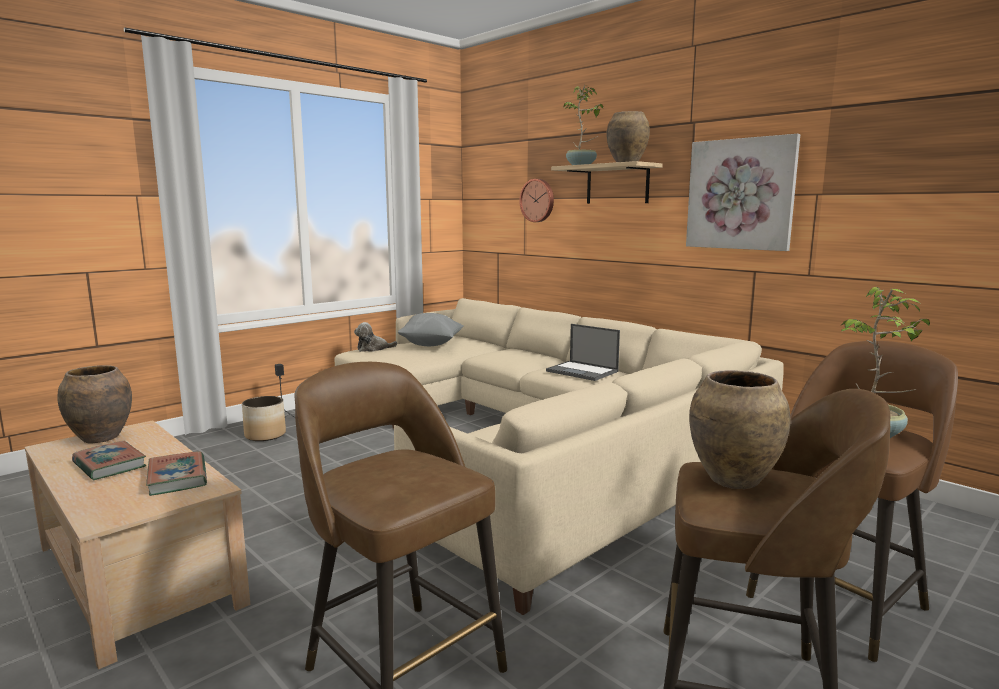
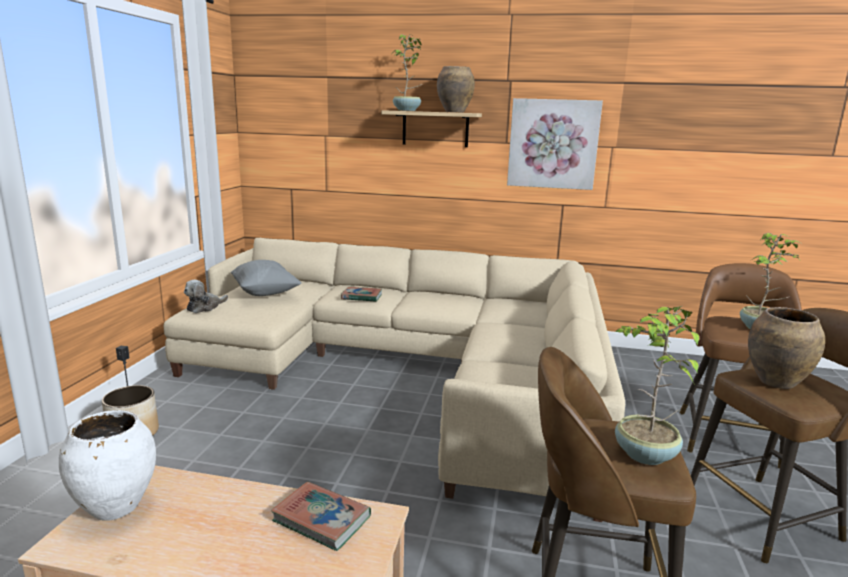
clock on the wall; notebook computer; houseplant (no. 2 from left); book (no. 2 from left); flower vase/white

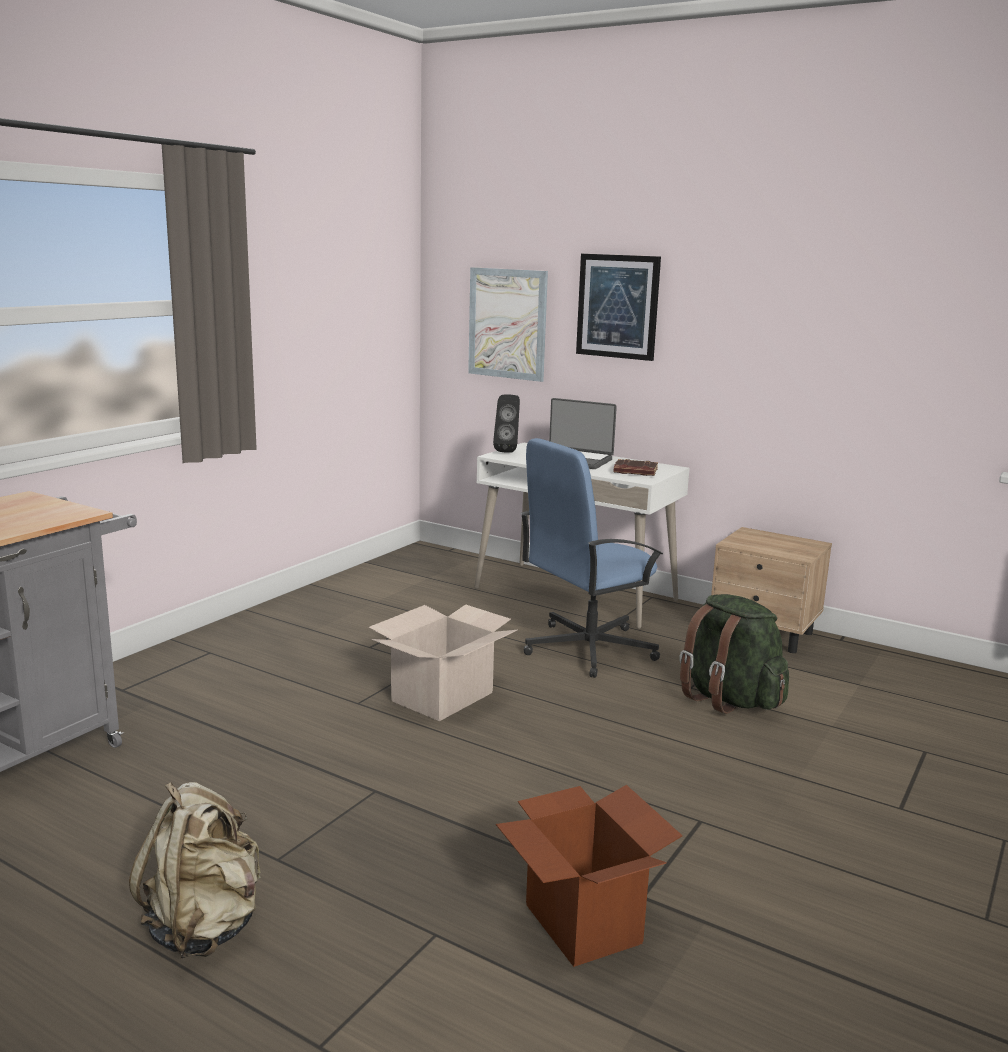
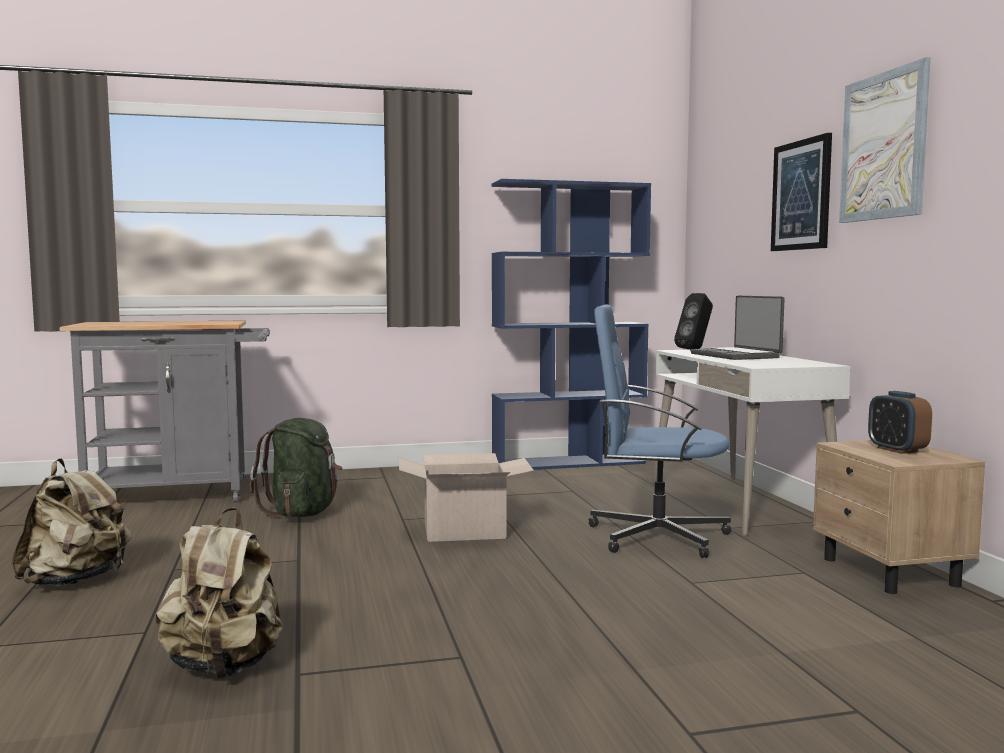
book/brownish; shelving unit/blue; table clock; picture (no. 2 from left); knapsack/green; knapsack/sand-coloured (no. 2 from left)

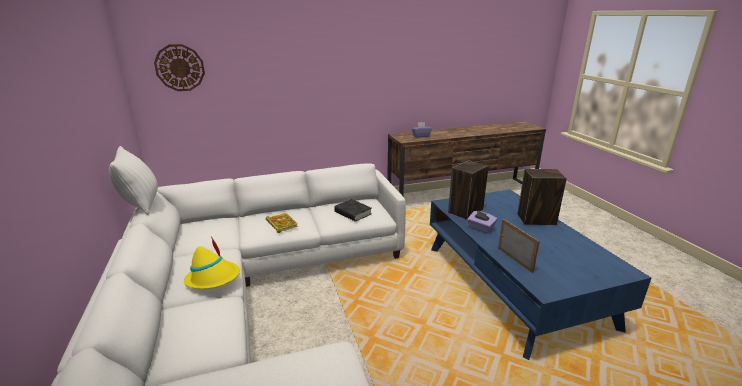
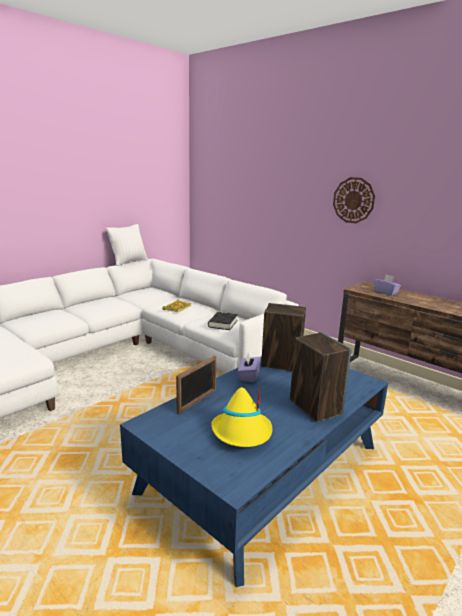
clock on the wall; clothing hat/yellowish

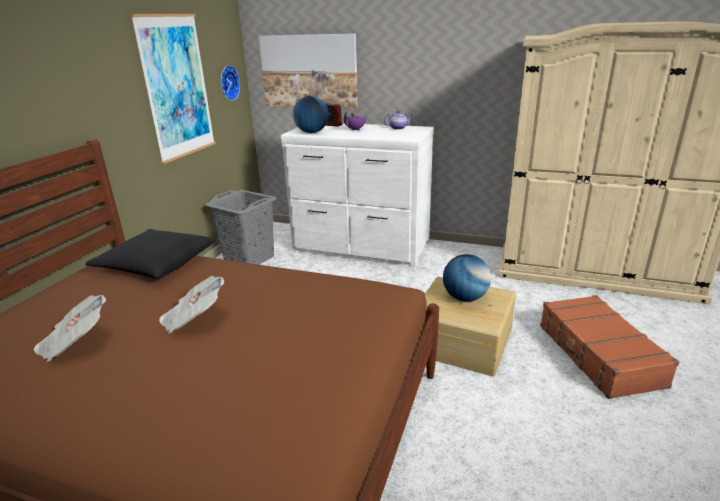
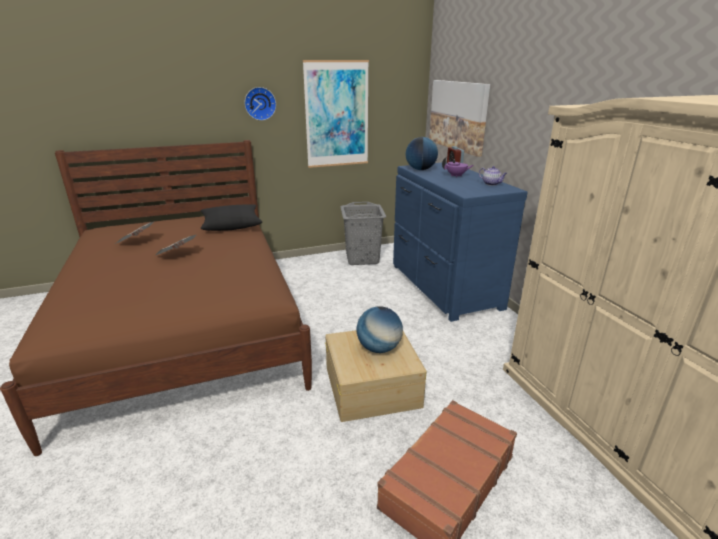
clock on the wall; dresser/blue

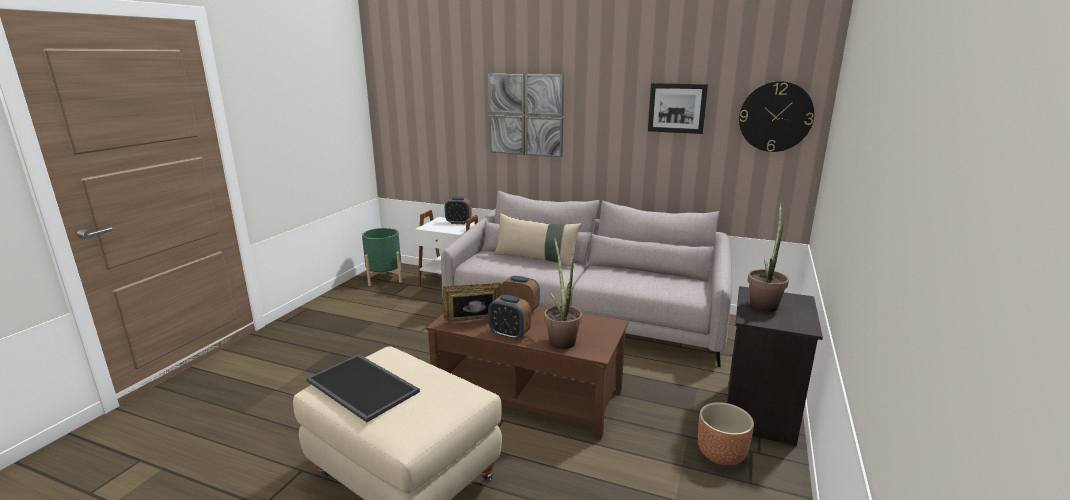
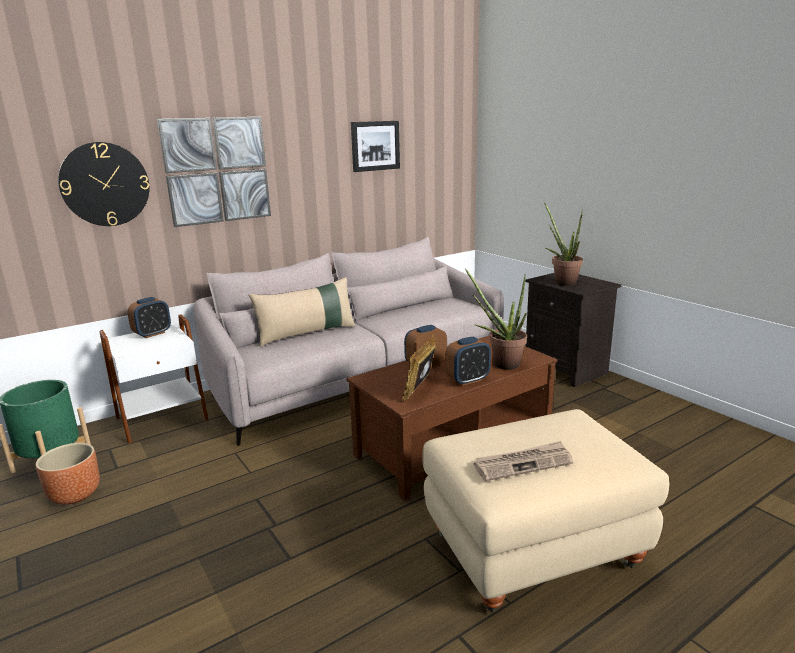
planter/brownish; clock on the wall; printed paper

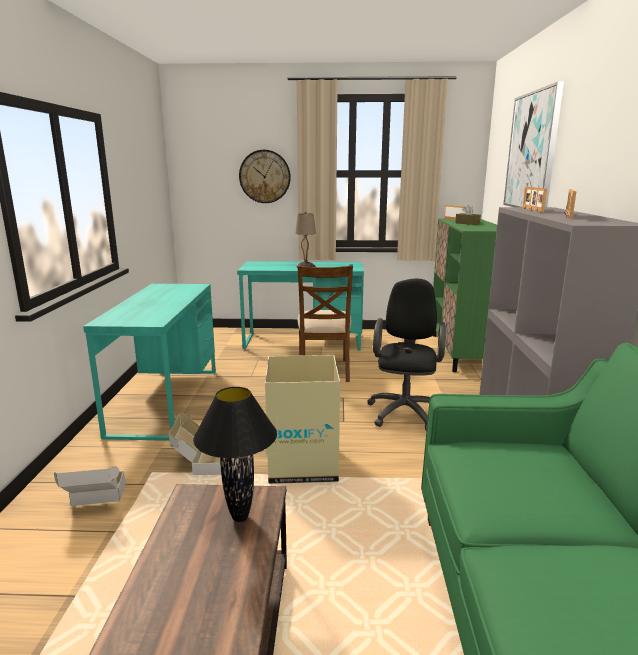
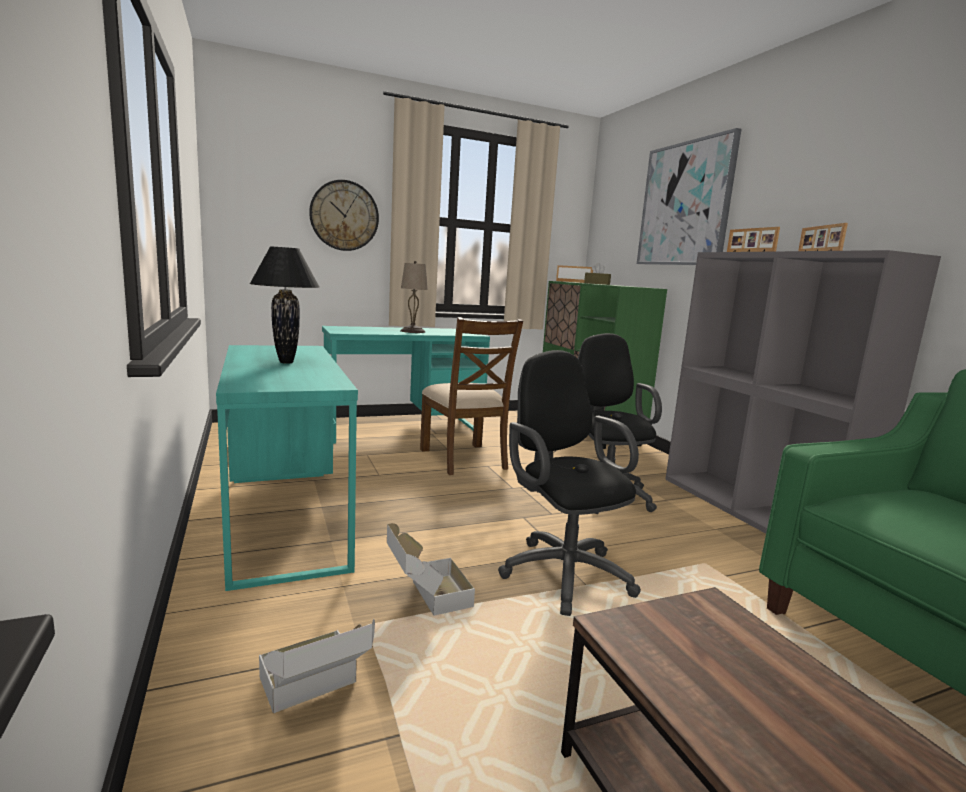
lamp for a table/black; computer chair/black (no. 1 from left)

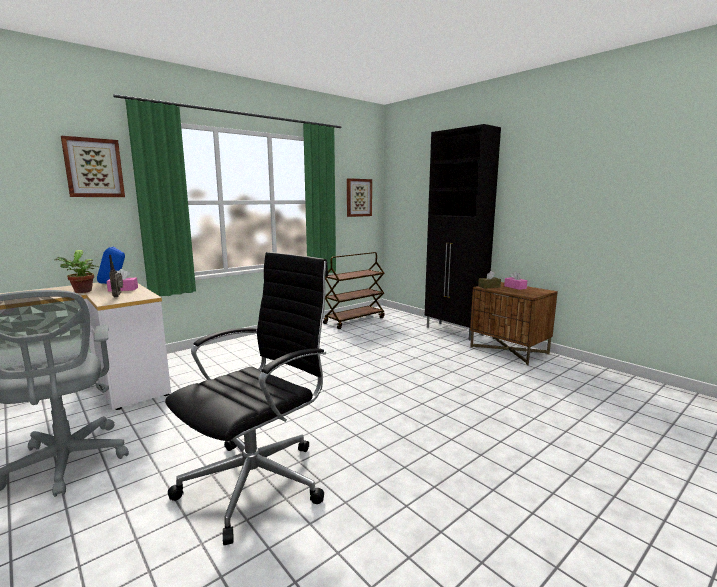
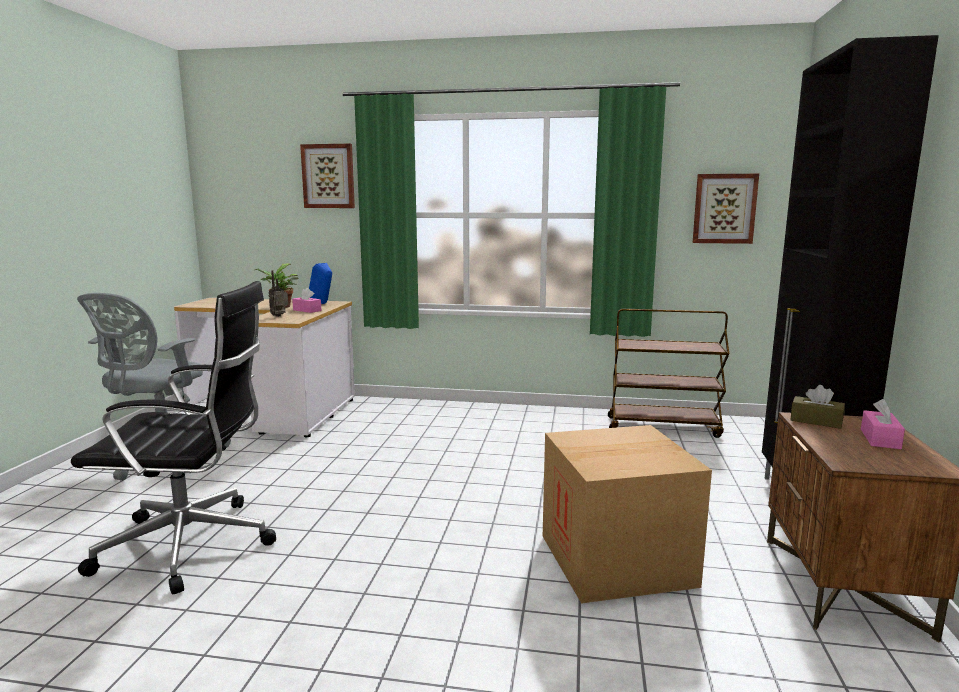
carton

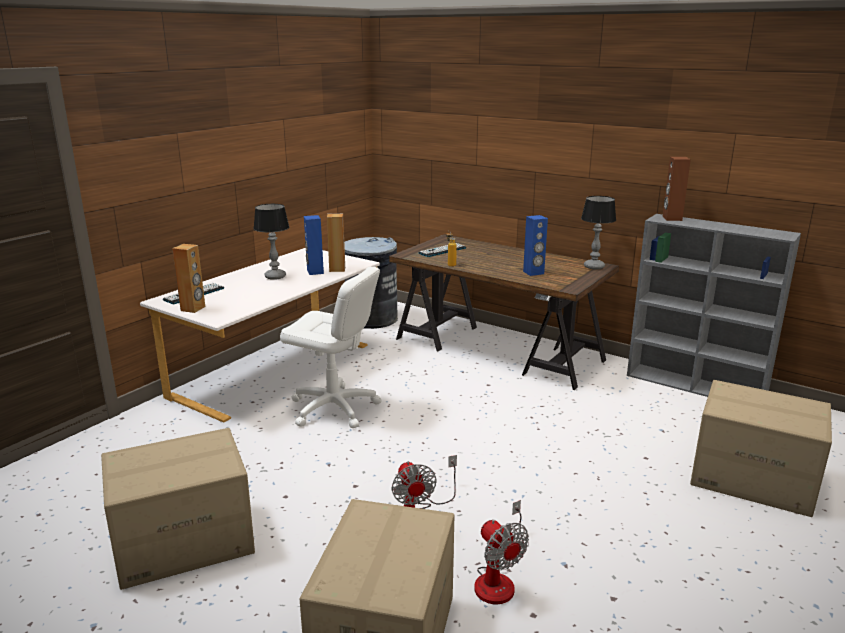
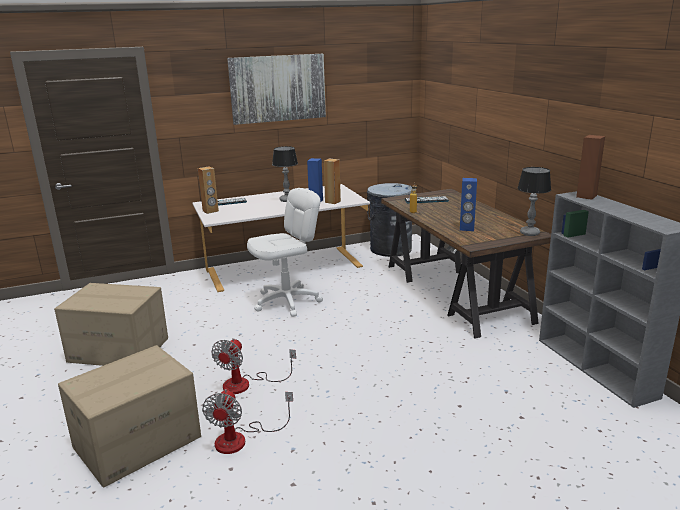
carton (no. 3 from left in the first image); picture; computer chair/white

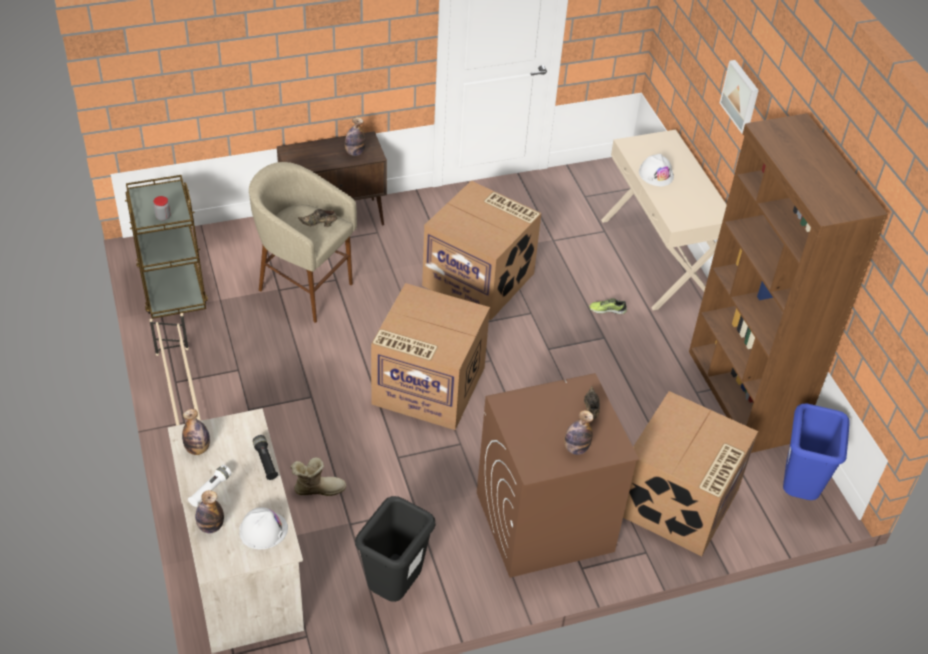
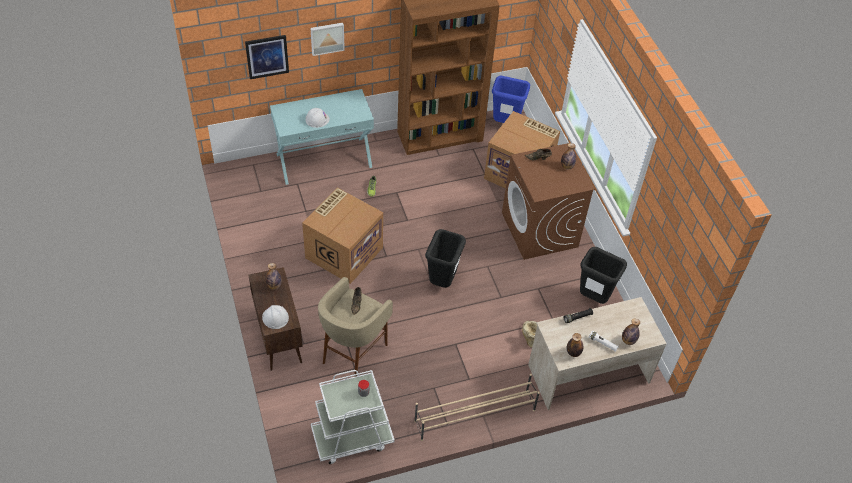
picture (no. 1 from left); hard hat/white (no. 1 from left); waste bin/black (no. 1 from left); trolley/white; narrow table/blue-green

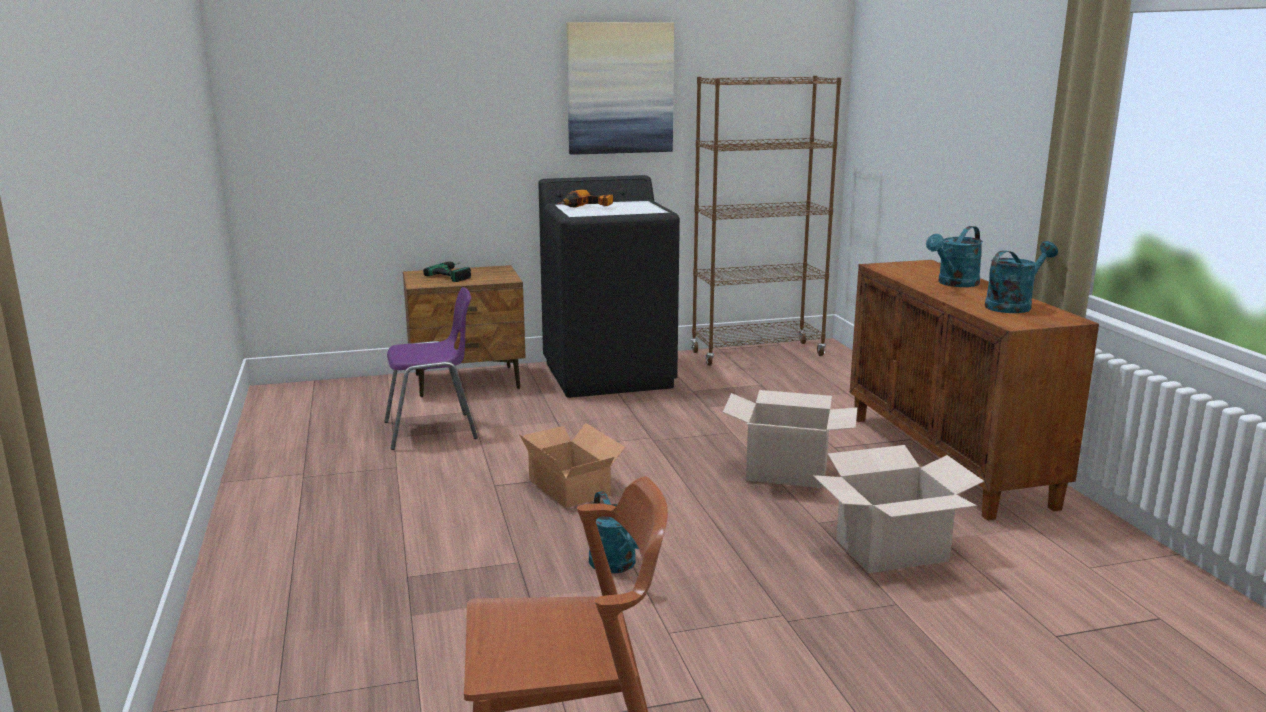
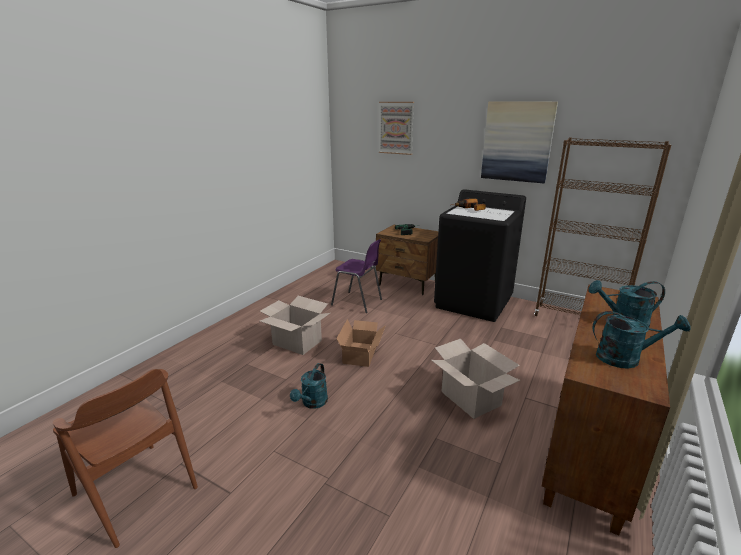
picture (no. 1 from left); carton (no. 1 from left)

